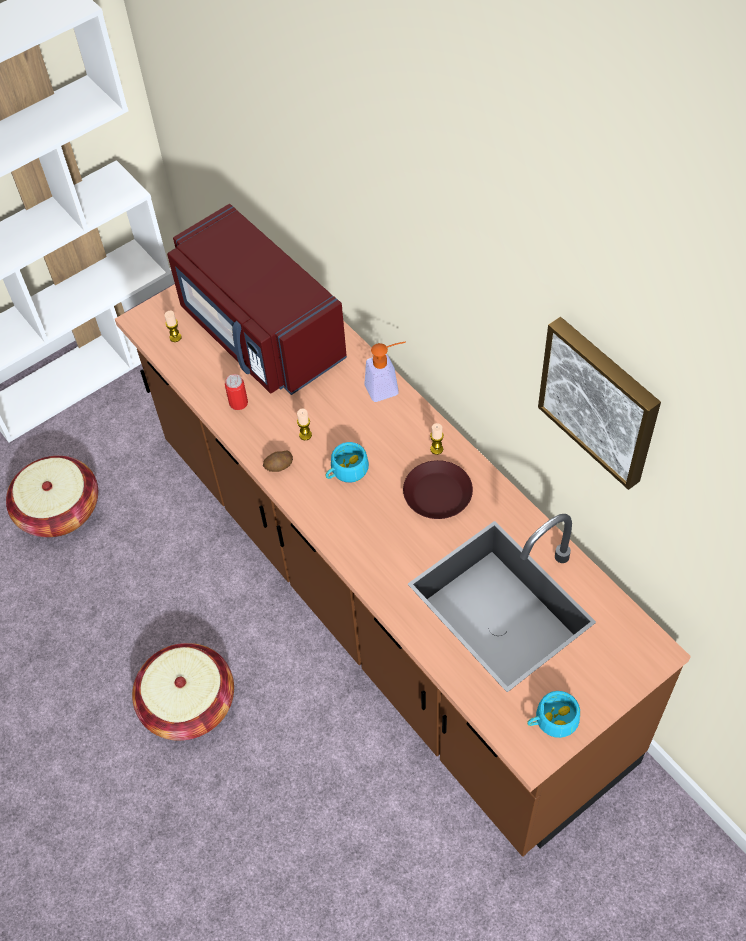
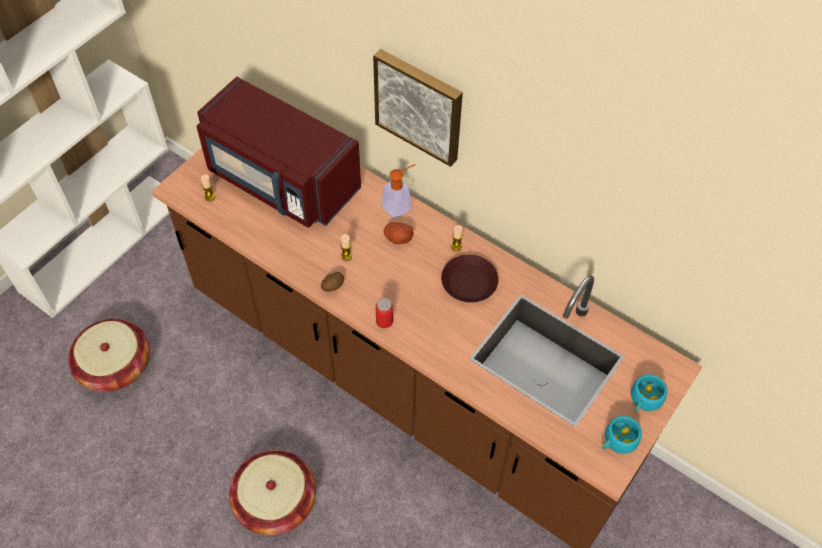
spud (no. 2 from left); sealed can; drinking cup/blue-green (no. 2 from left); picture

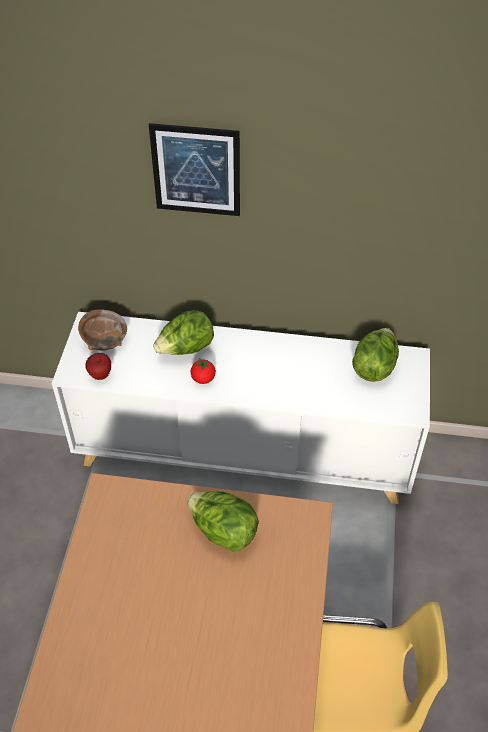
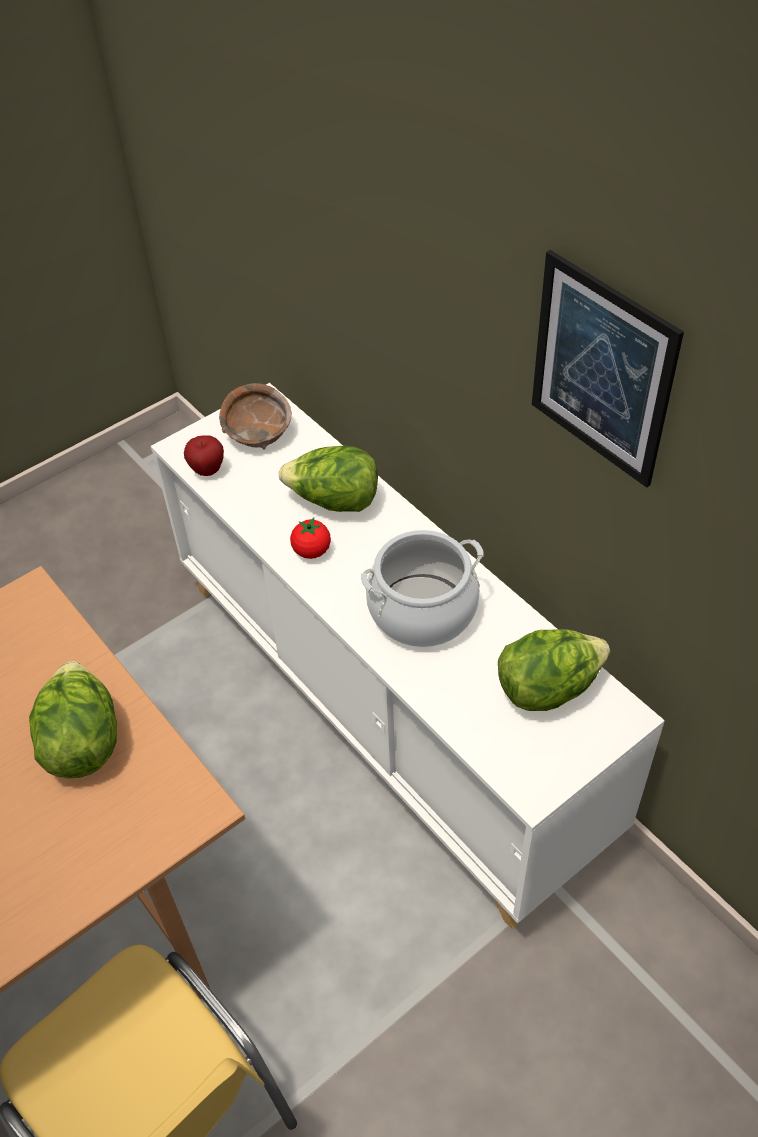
cooking pot; picture

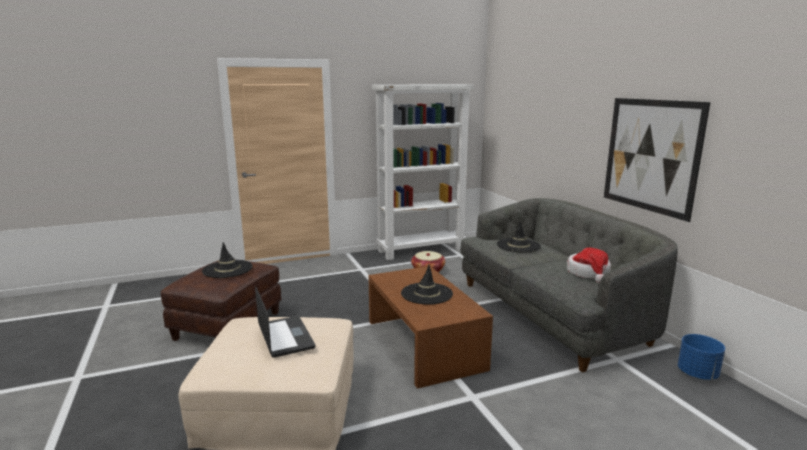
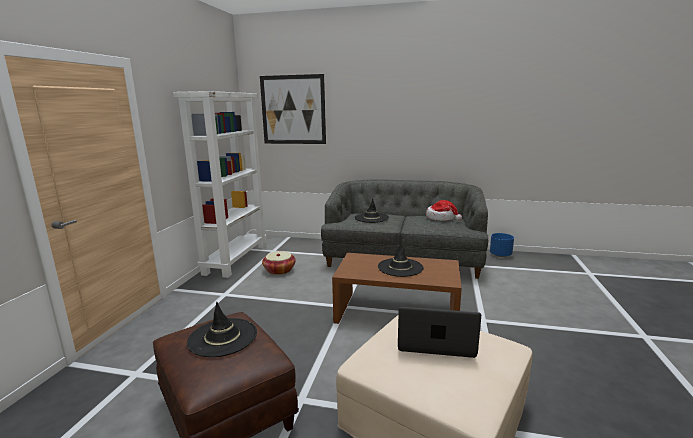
picture

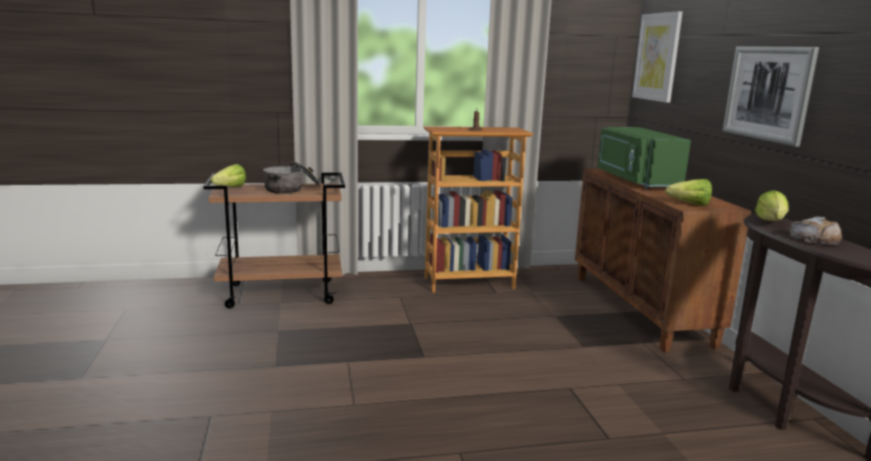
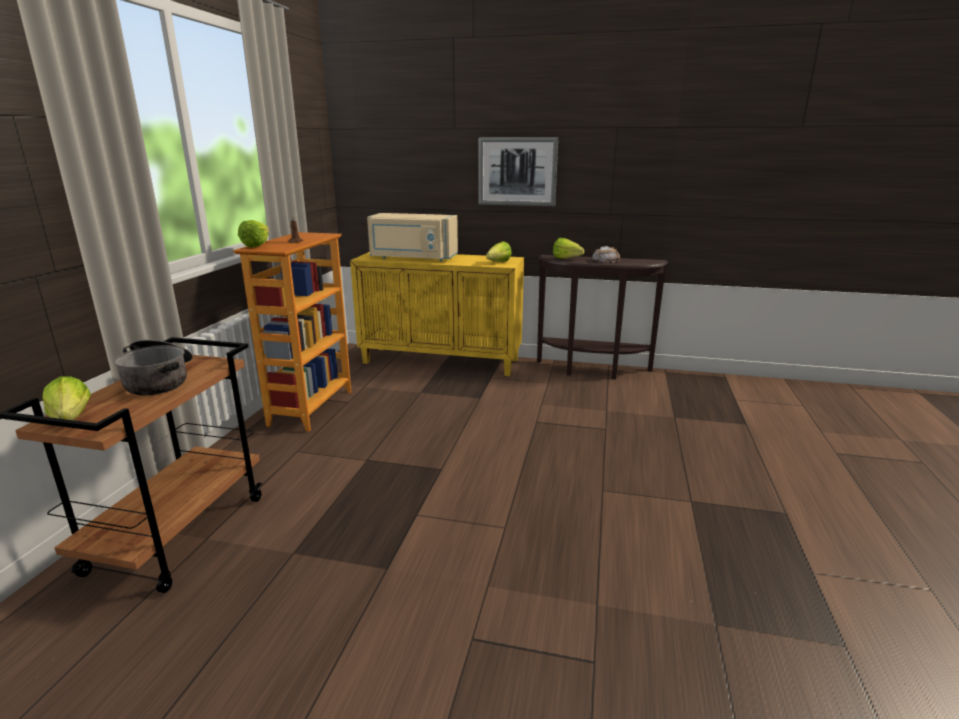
picture (no. 1 from left in the first image); lettuce (no. 2 from left); cupboard/yellowish; microwave/sand-coloured

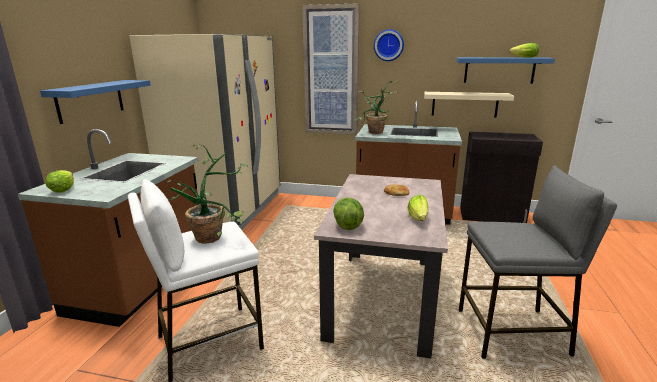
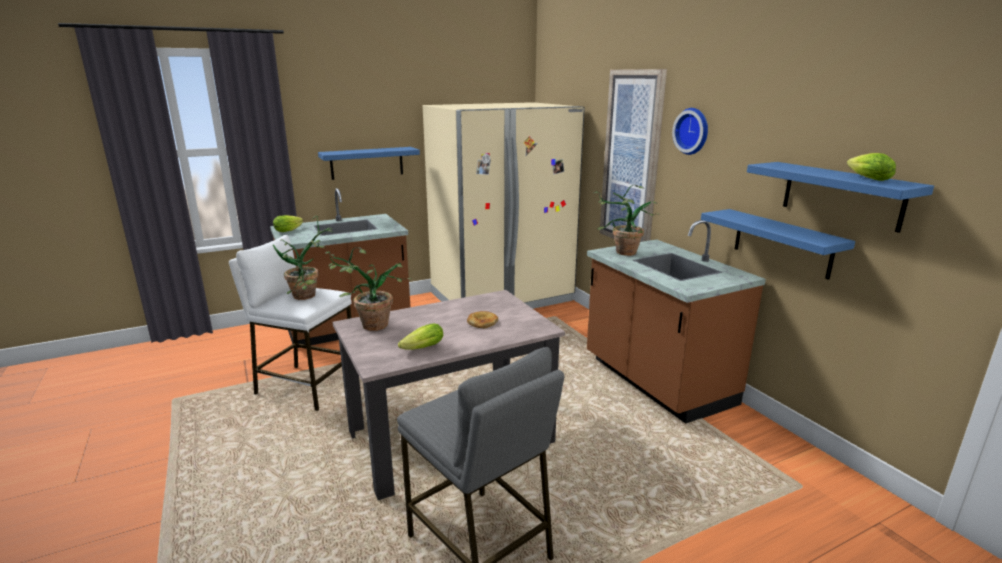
cupboard/black; houseplant (no. 2 from left); wall shelf/blue (no. 2 from left)

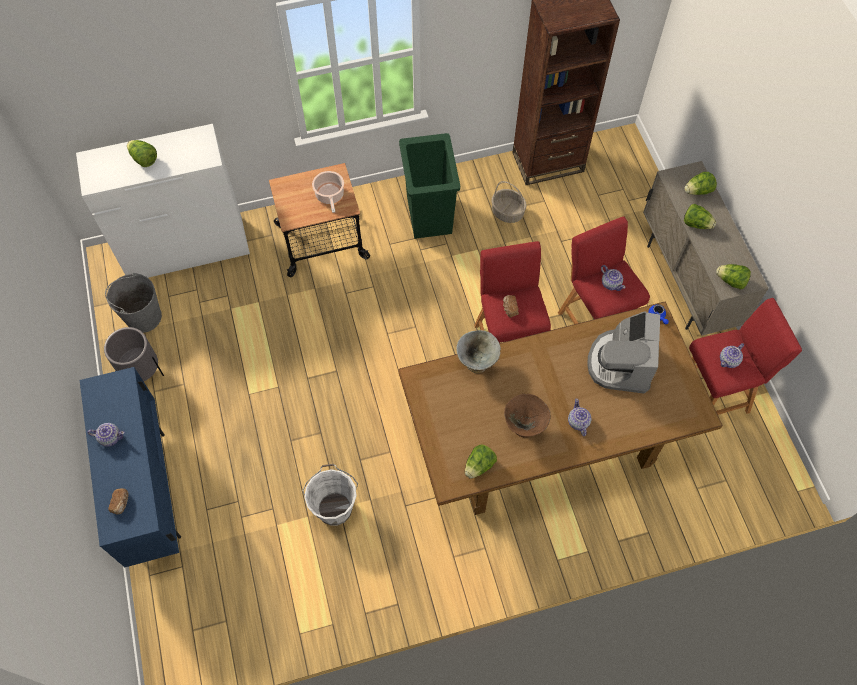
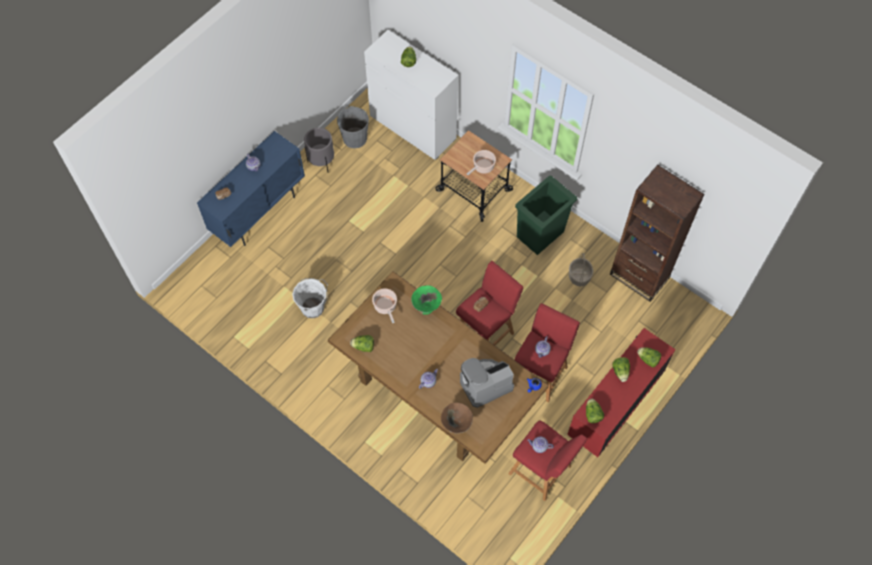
cooking pot (no. 1 from left); serving bowl/brownish; serving bowl/green; cupboard/reddish

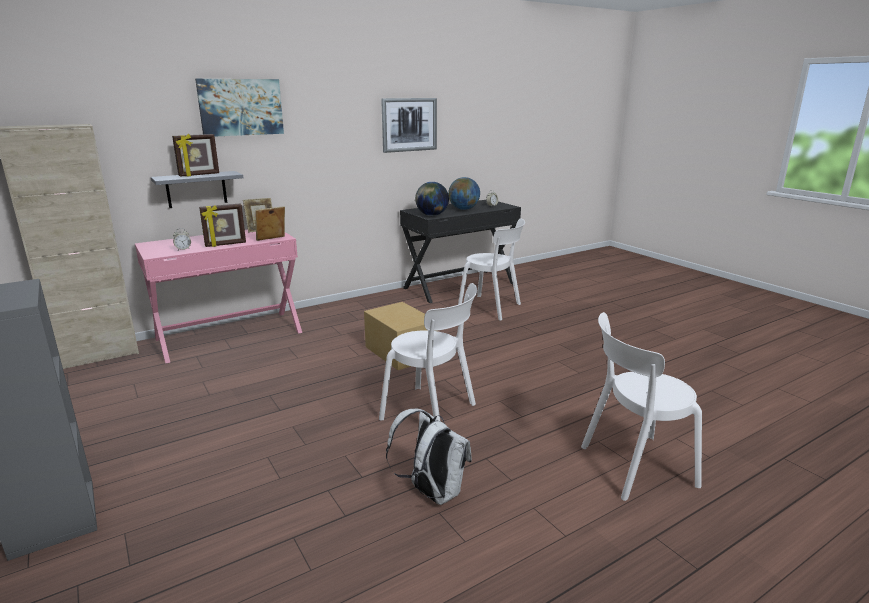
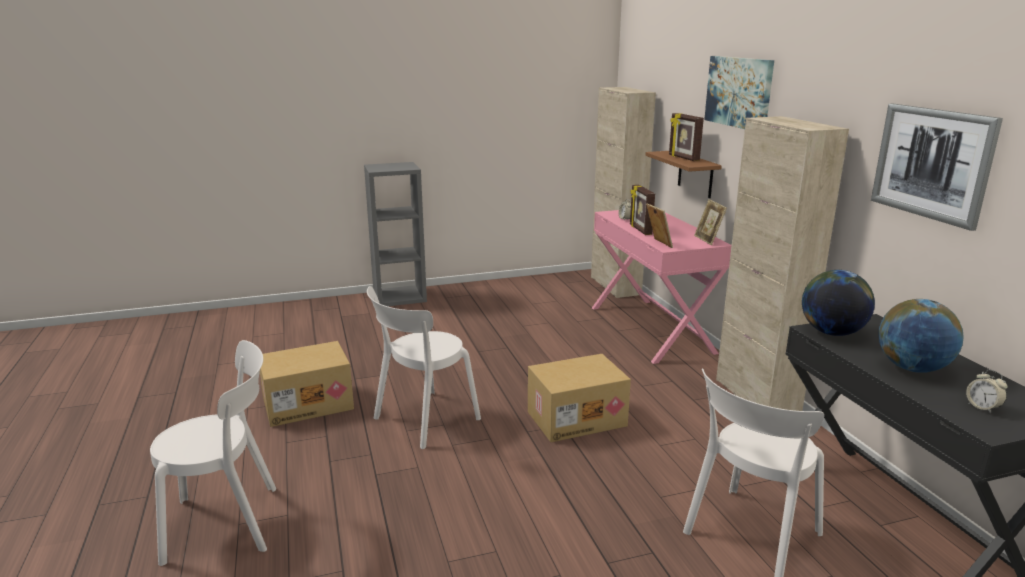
cupboard/sand-coloured (no. 2 from left); carton (no. 1 from left); wall shelf/brownish; chair/white (no. 1 from left)

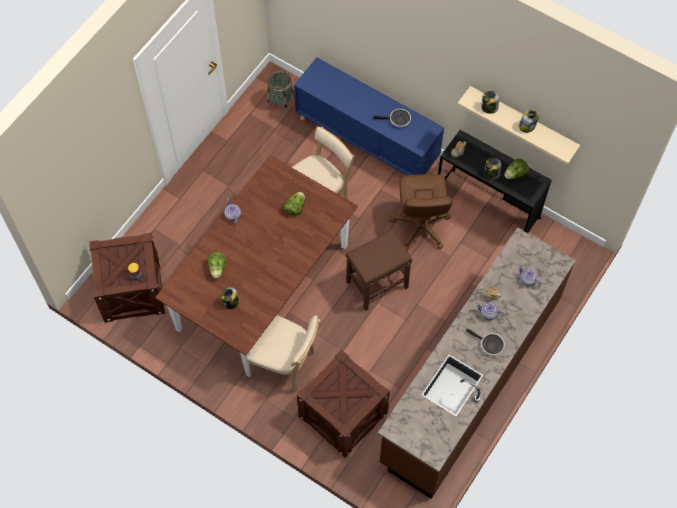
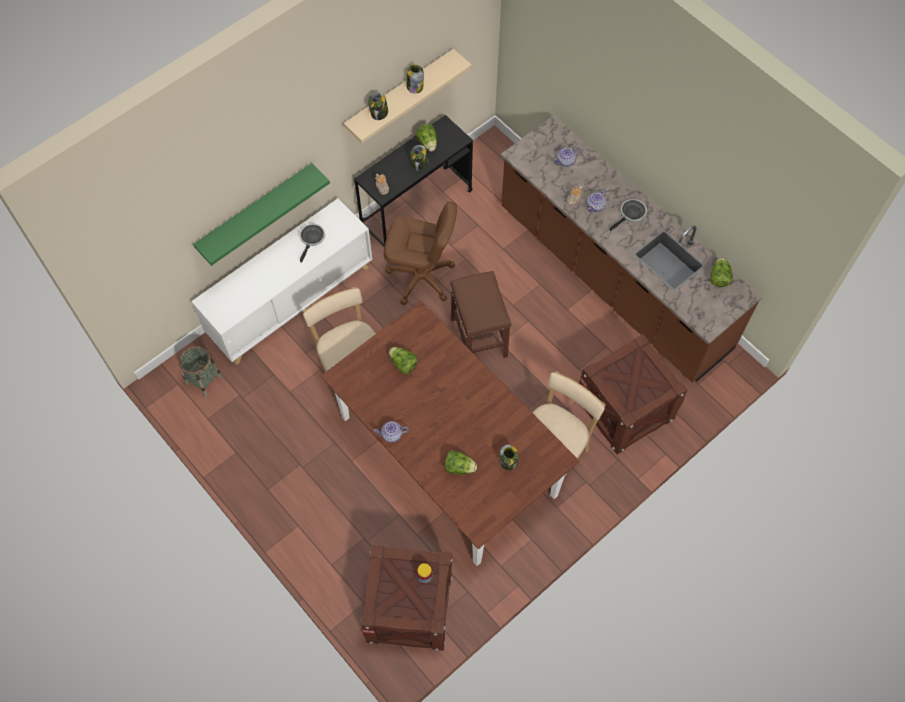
wall shelf/green; lettuce (no. 4 from left); cupboard/white

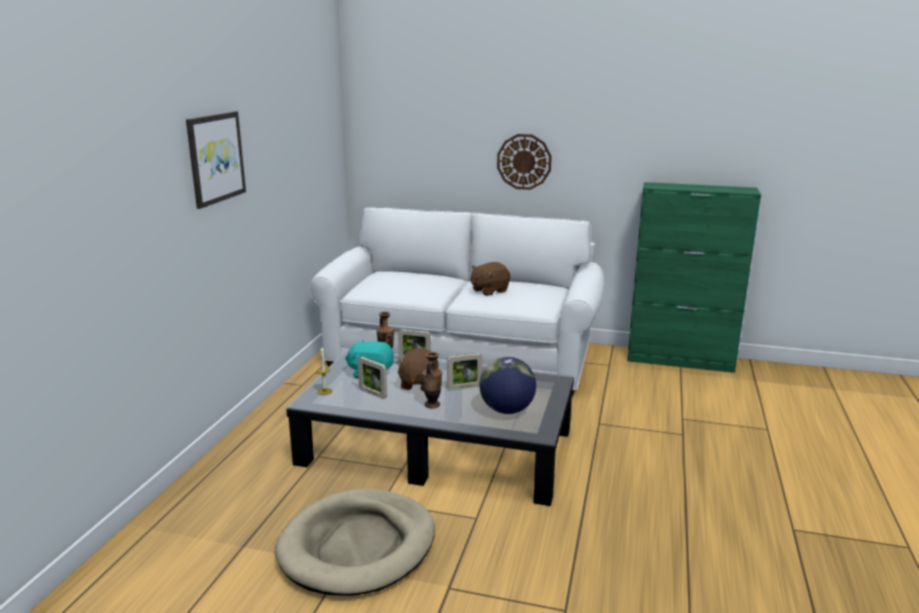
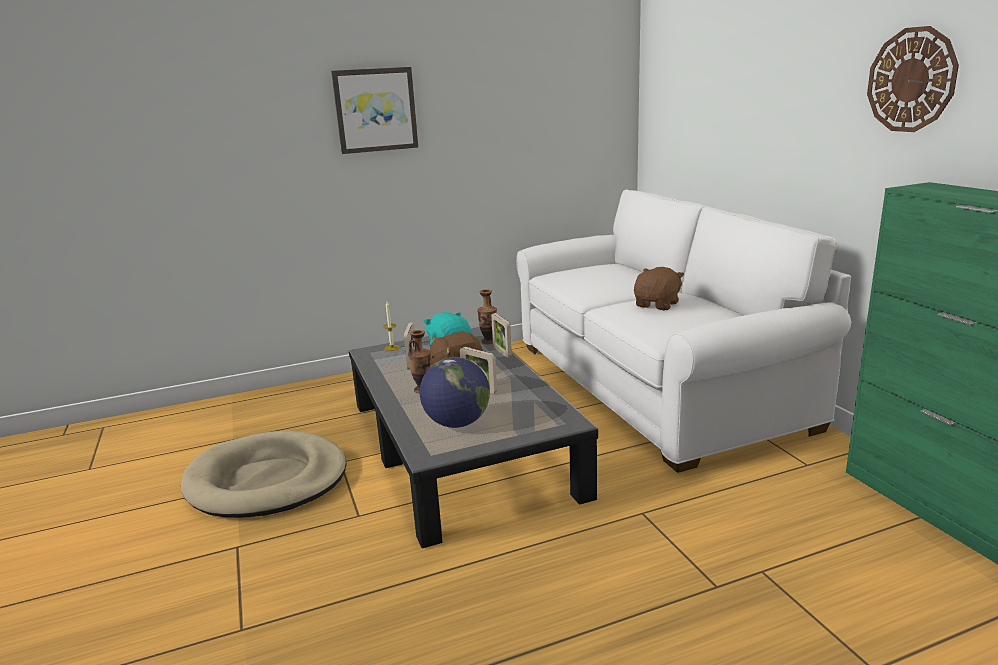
clock on the wall; cuddly toy/brownish (no. 2 from left)

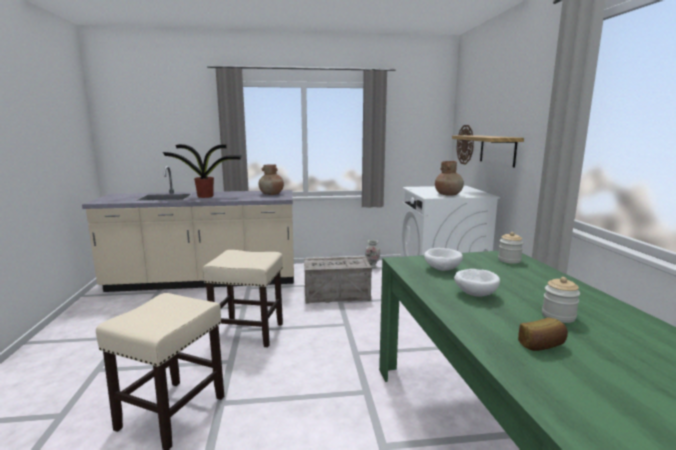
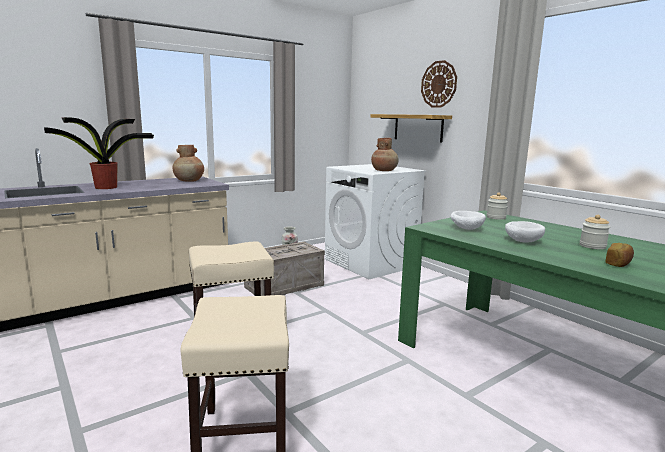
clock on the wall

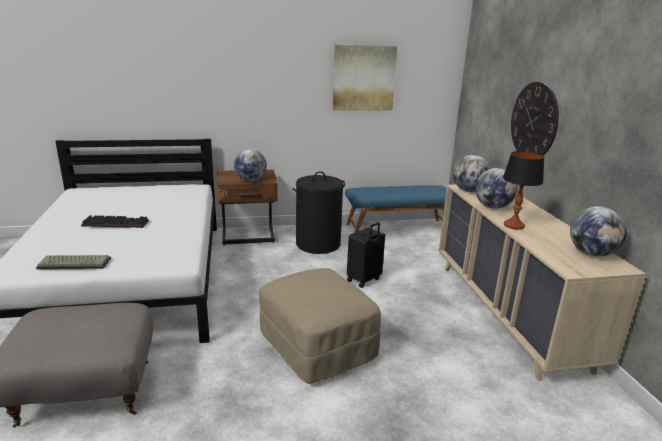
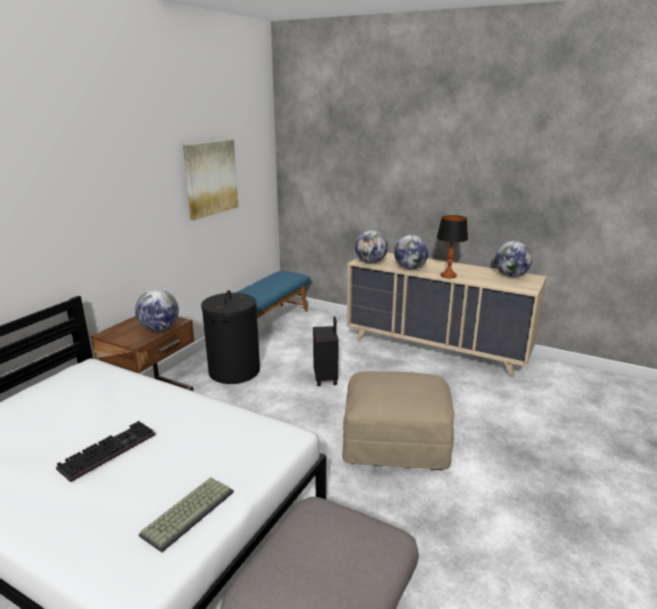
clock on the wall

